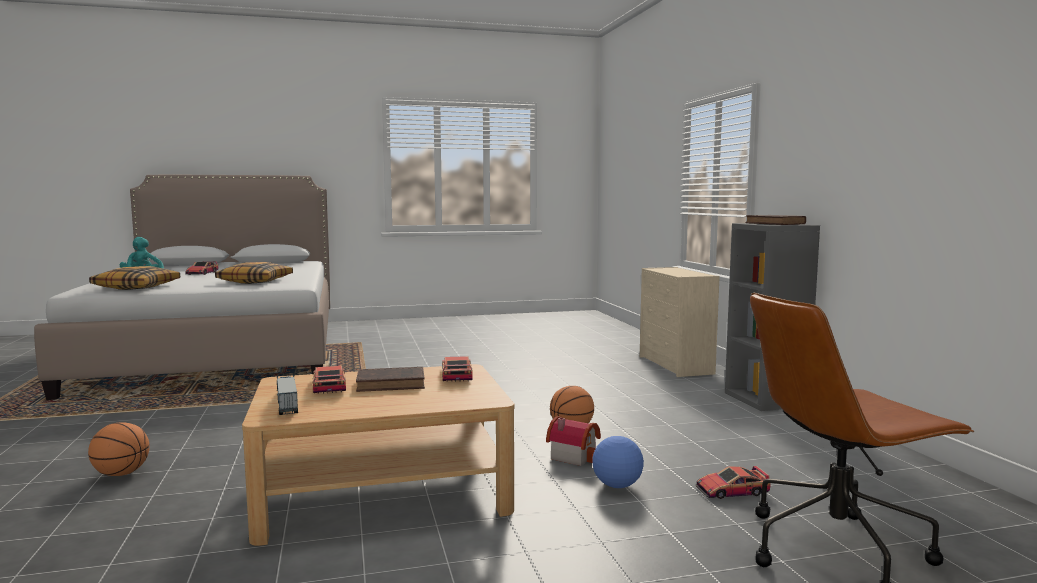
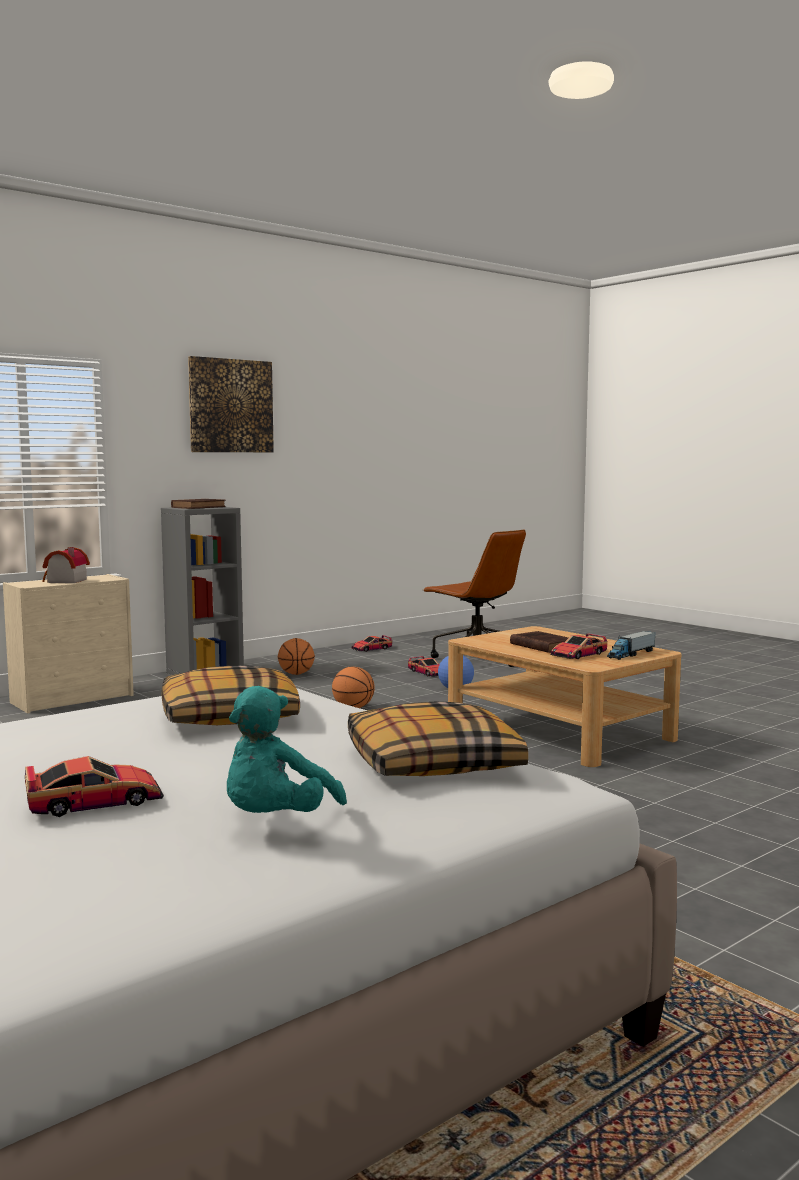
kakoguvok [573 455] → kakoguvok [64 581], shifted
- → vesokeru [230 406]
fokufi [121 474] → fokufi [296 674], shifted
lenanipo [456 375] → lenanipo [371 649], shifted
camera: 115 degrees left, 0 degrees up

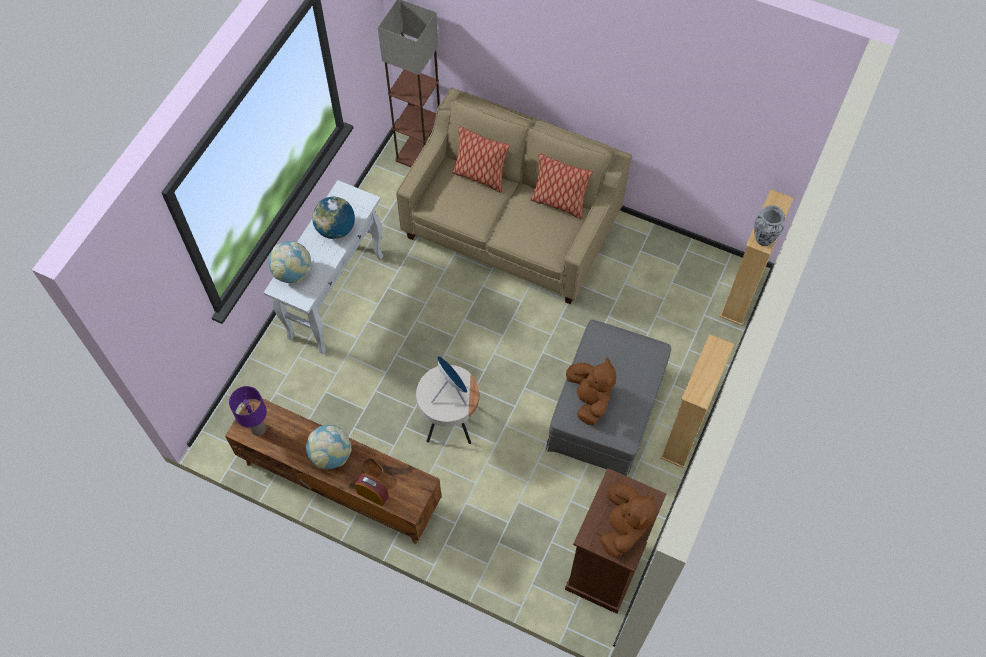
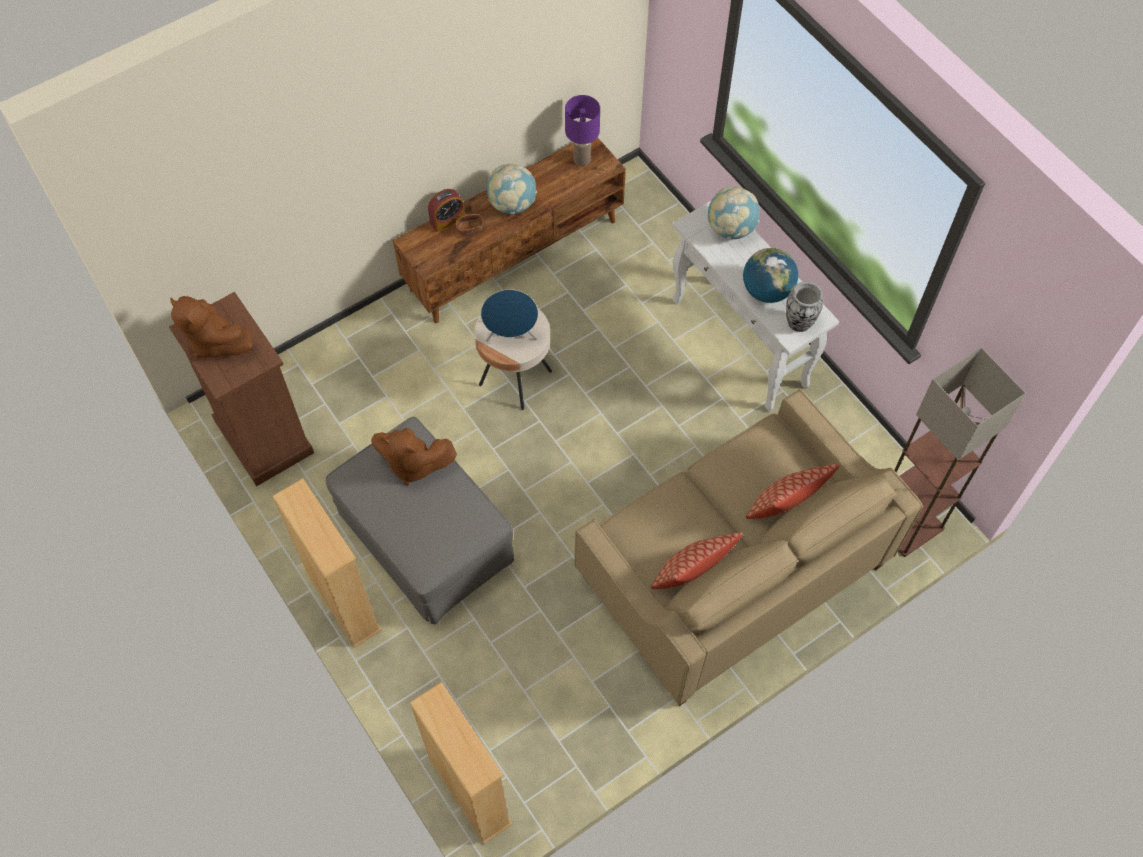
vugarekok [763 239] → vugarekok [799 324], shifted
camera: 120 degrees right, 0 degrees up

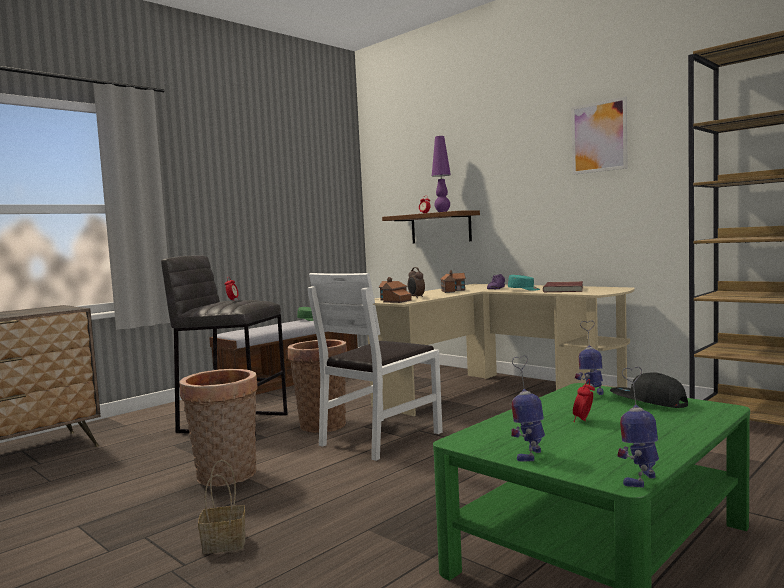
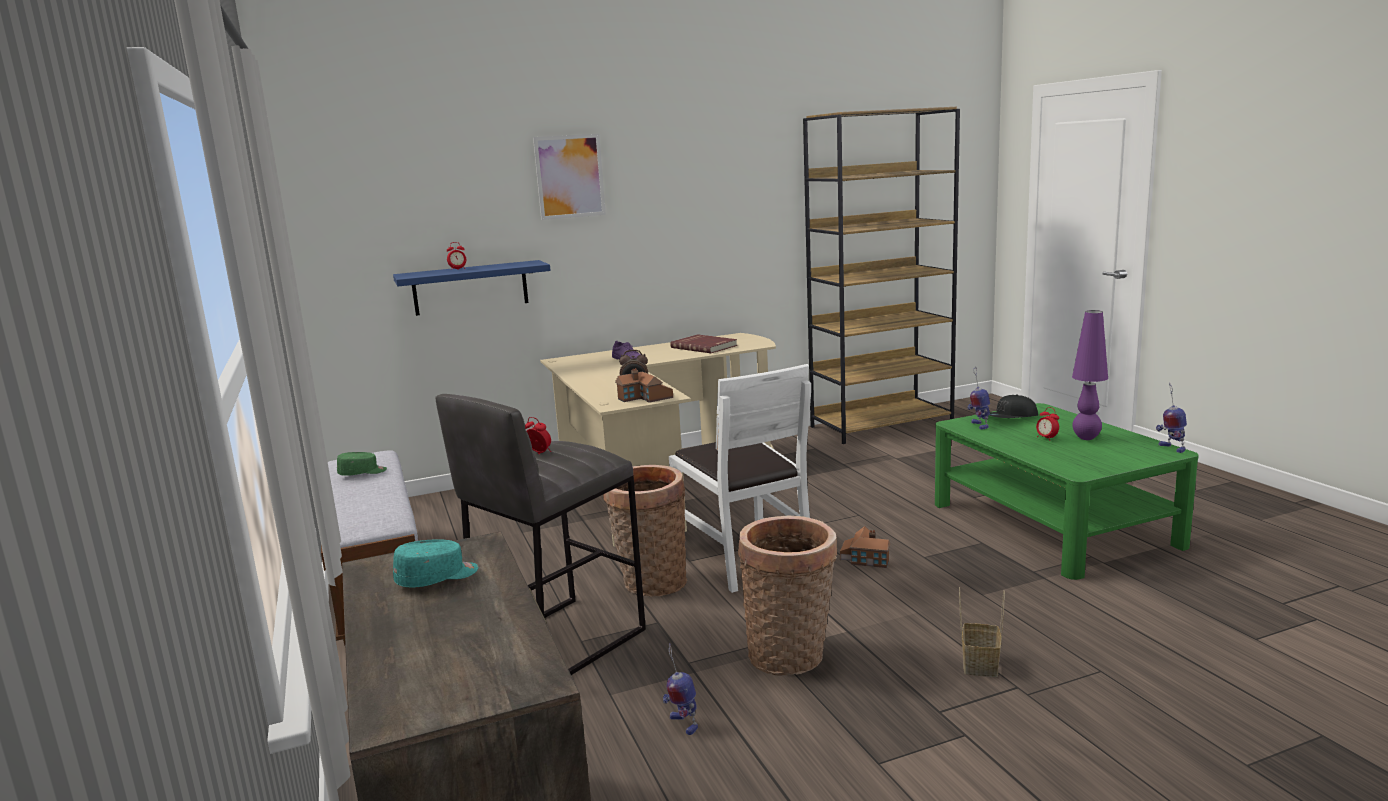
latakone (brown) [440 228] → latakone (blue) [470 288]
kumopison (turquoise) [523 289] → kumopison (turquoise) [437 578], shifted
vesokeru [599 137] → vesokeru [569 176], shifted
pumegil [529 454] → pumegil [683 724], shifted
kakoguvok [453 290] → kakoguvok [864 558], shifted
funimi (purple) [442 212] → funimi (purple) [1086 438], shifted
camera: 65 degrees left, 10 degrees up

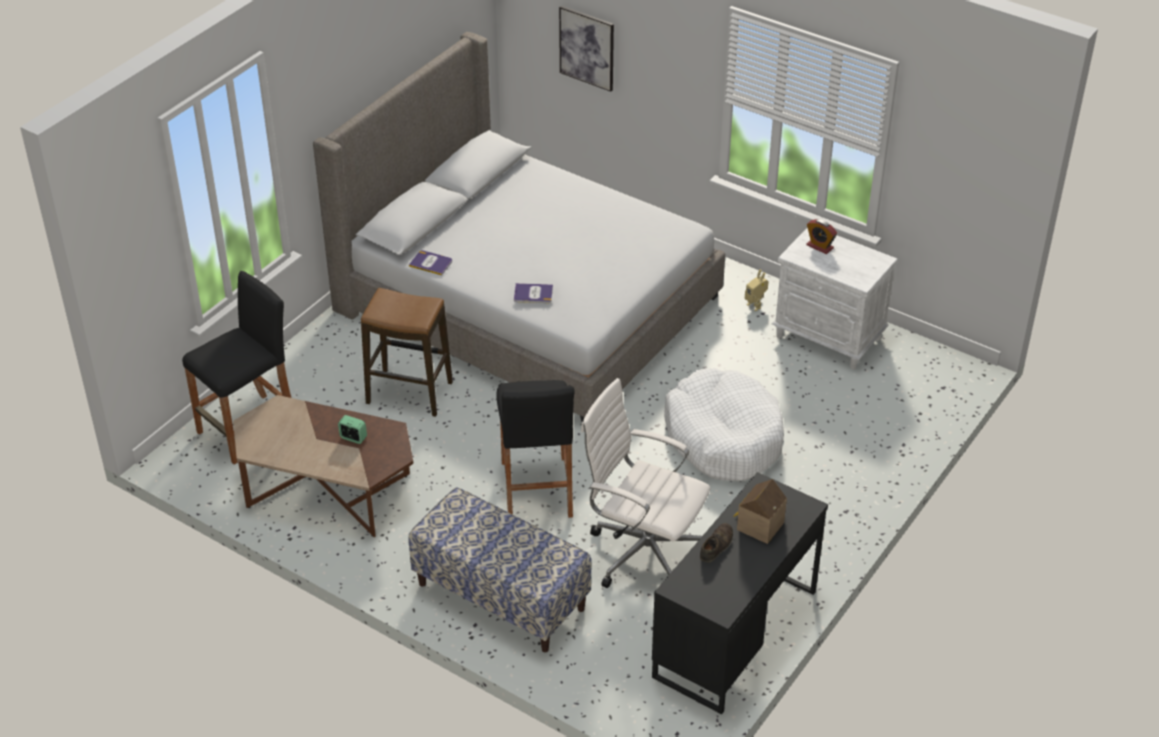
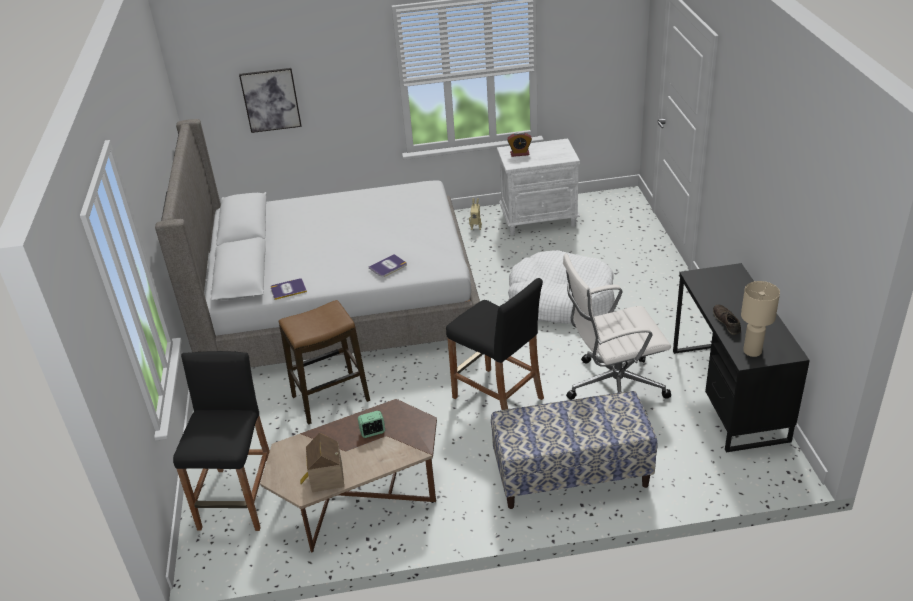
kakoguvok [758 525] → kakoguvok [325 478], shifted
- → funimi (beige) [752 351]
camera: 40 degrees left, 5 degrees down

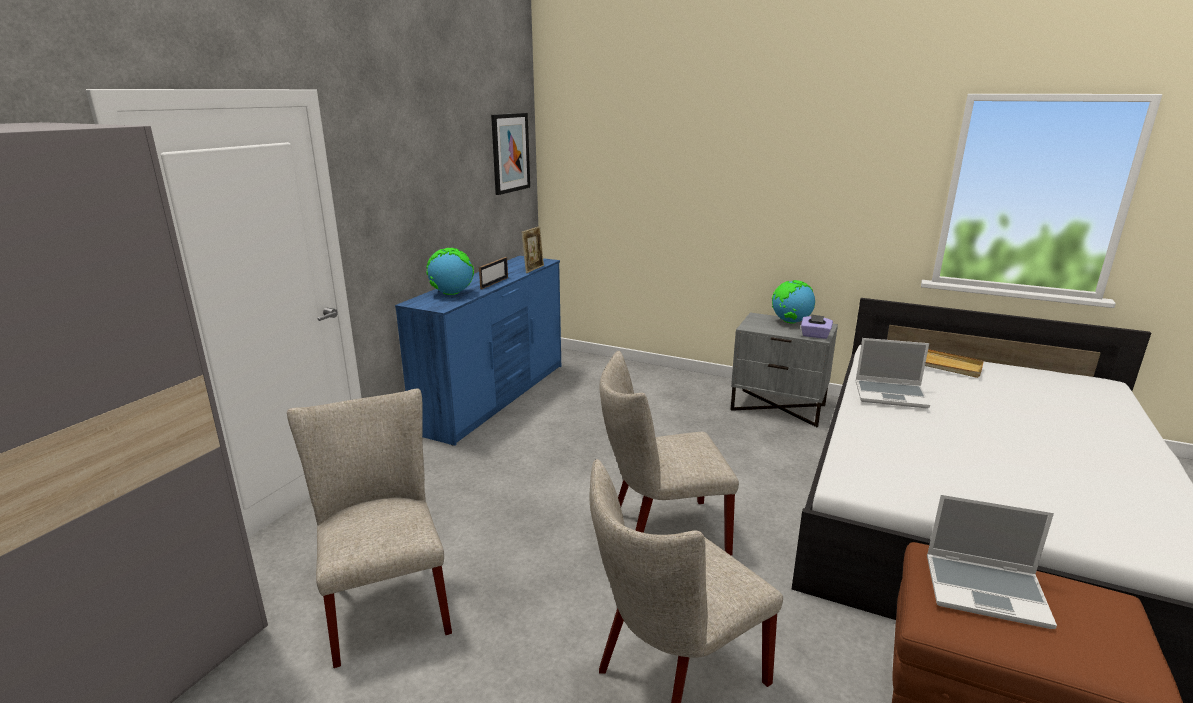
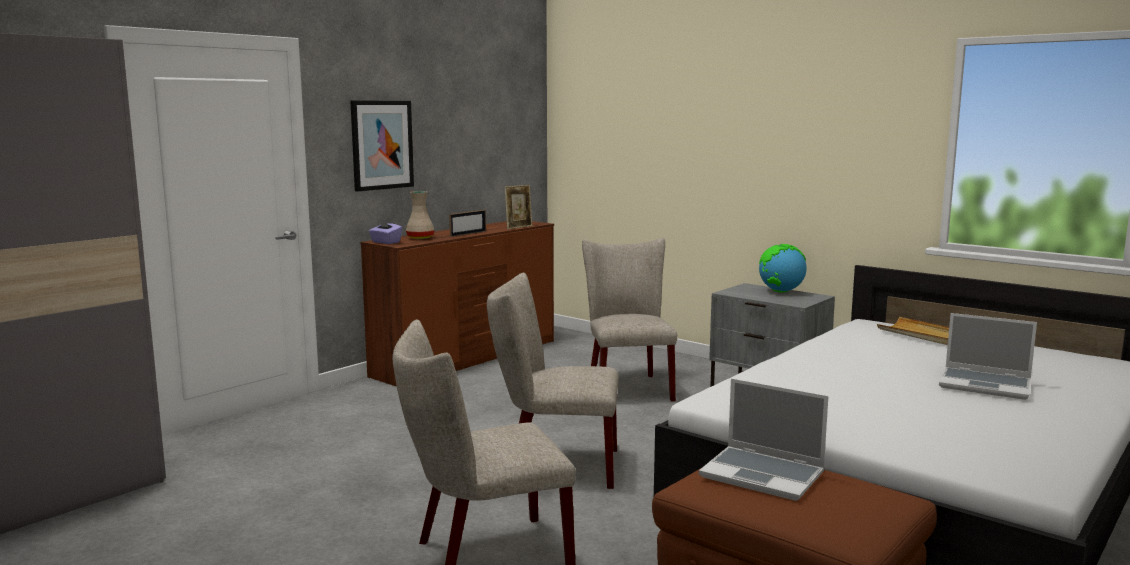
vesokeru [510 153] → vesokeru [382 145], shifted
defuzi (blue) [495 397] → defuzi (brown) [468 358]
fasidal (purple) [815 335] → fasidal (purple) [385 242], shifted
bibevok [451 293] → vugarekok (beige) [419 238]
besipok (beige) [386 601] → besipok (beige) [627 387], shifted
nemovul [891 395] → nemovul [986 385], shifted
camera: 15 degrees right, 10 degrees down

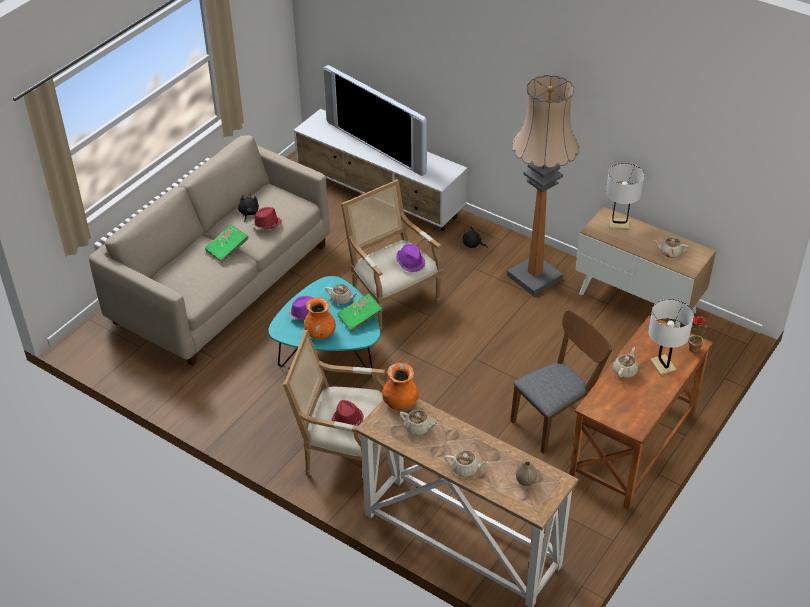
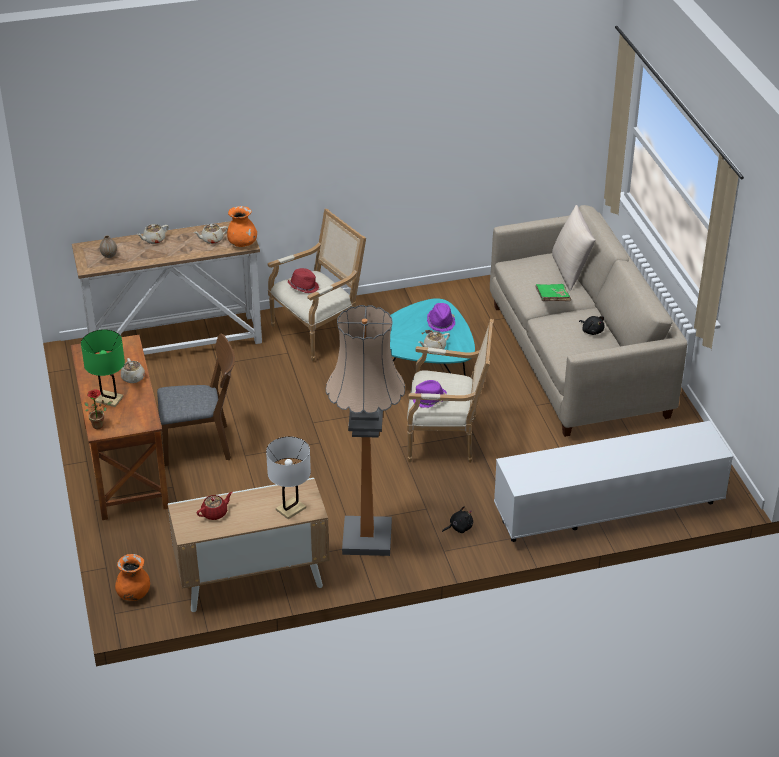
funimi (white) [662 365] → funimi (green) [109 399]
vugarekok (orange) [320 333] → vugarekok (orange) [134 594], shifted
besipok (brown) [557 420] → besipok (brown) [202 445], 105 degrees counterclockwise
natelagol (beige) [669 252] → natelagol (red) [215 513]
- → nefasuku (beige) [570 272]
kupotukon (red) [266 225] → -
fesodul [378 146] → -
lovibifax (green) [360 318] → -
camera: 130 degrees right, 5 degrees down

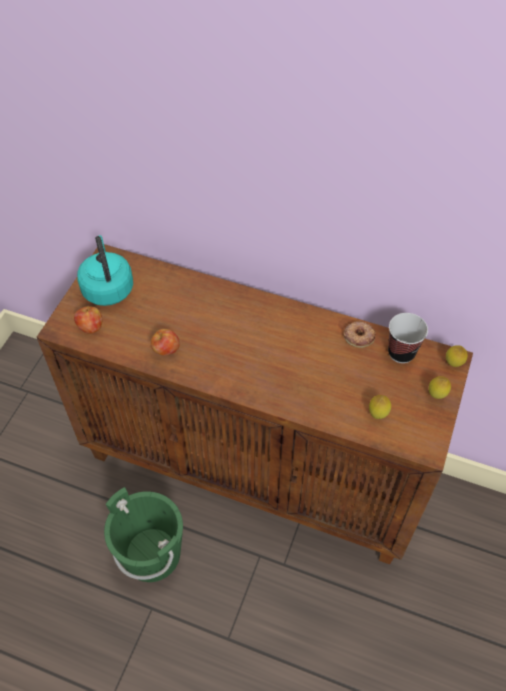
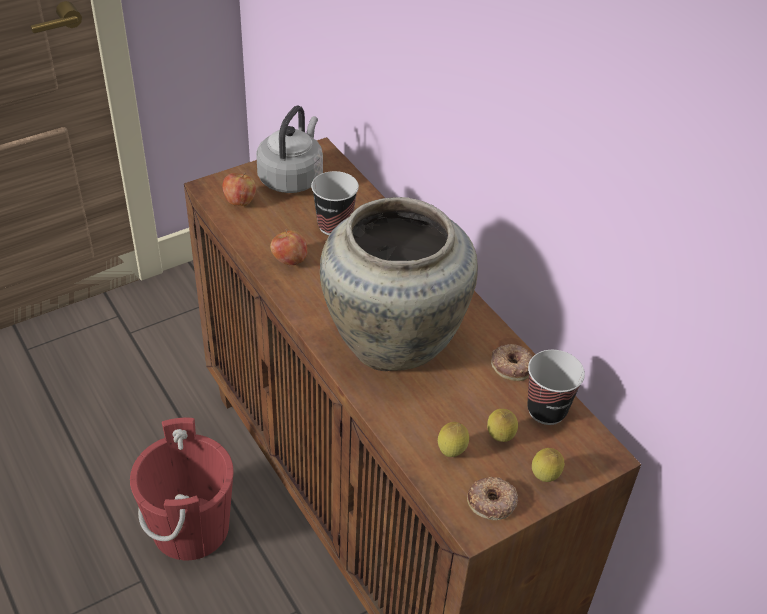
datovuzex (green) [151 553] → datovuzex (red) [190 527]
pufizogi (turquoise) [107 287] → pufizogi (grey) [292 177]
- → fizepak [334 226]
- → vugarekok (beige) [394 337]
- → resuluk [492 502]
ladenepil [453 364] → ladenepil [499 439], shifted
camera: 35 degrees right, 10 degrees down

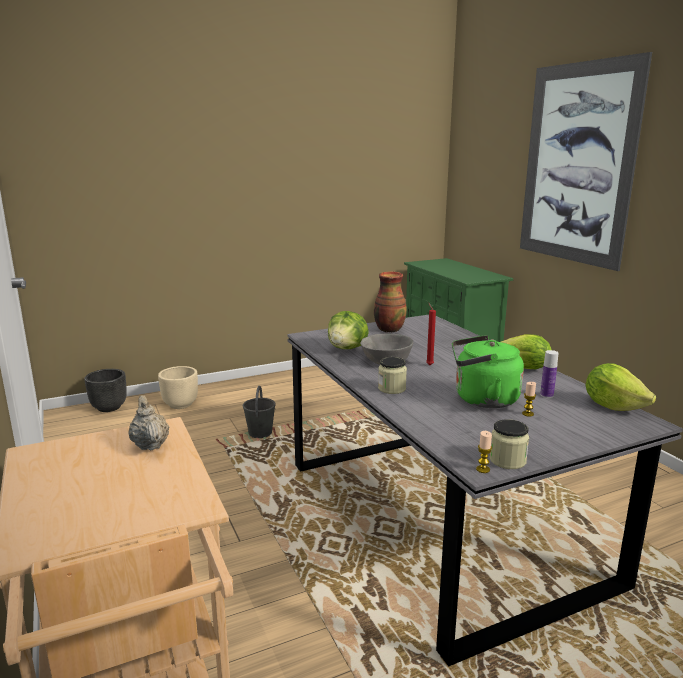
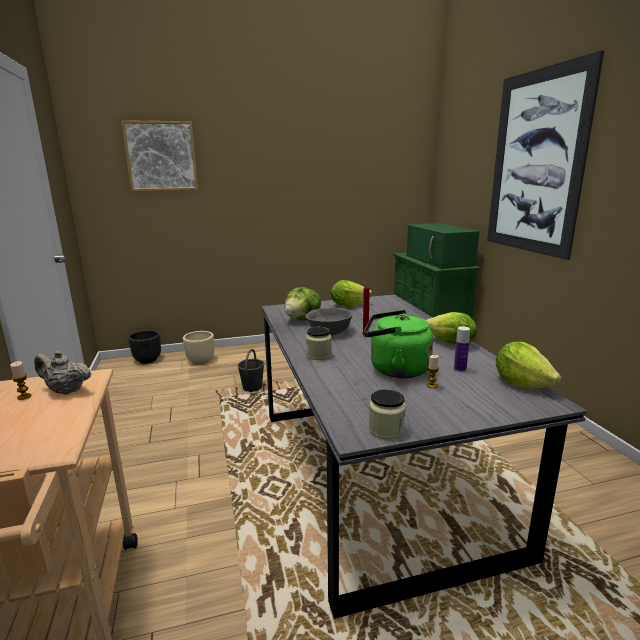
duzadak [483 469] → duzadak [24 396], shifted
natelagol (beige) [150 445] → natelagol (beige) [66 391], 60 degrees counterclockwise
- → vesokeru [161 156]
vugarekok [388 329] → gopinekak [348 305]
- → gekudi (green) [440 260]
camera: 10 degrees right, 0 degrees up

